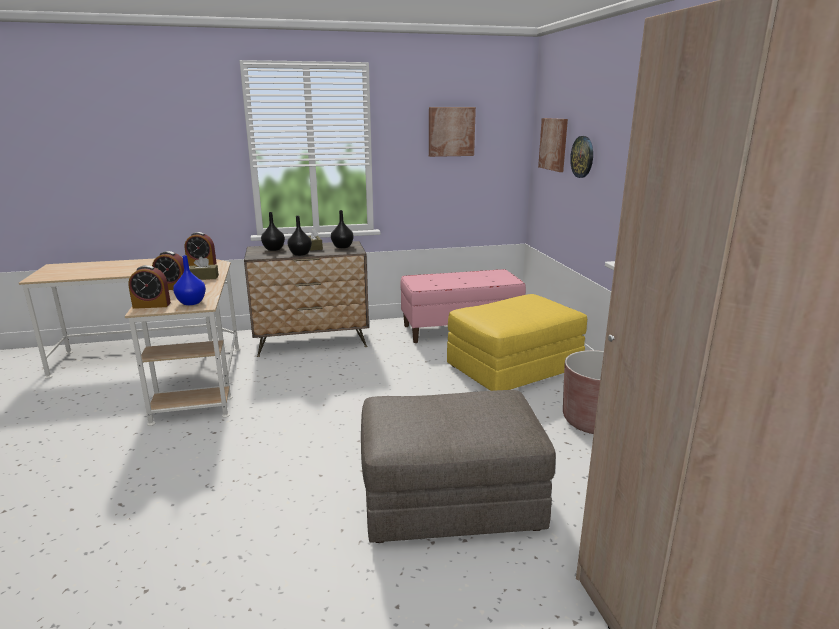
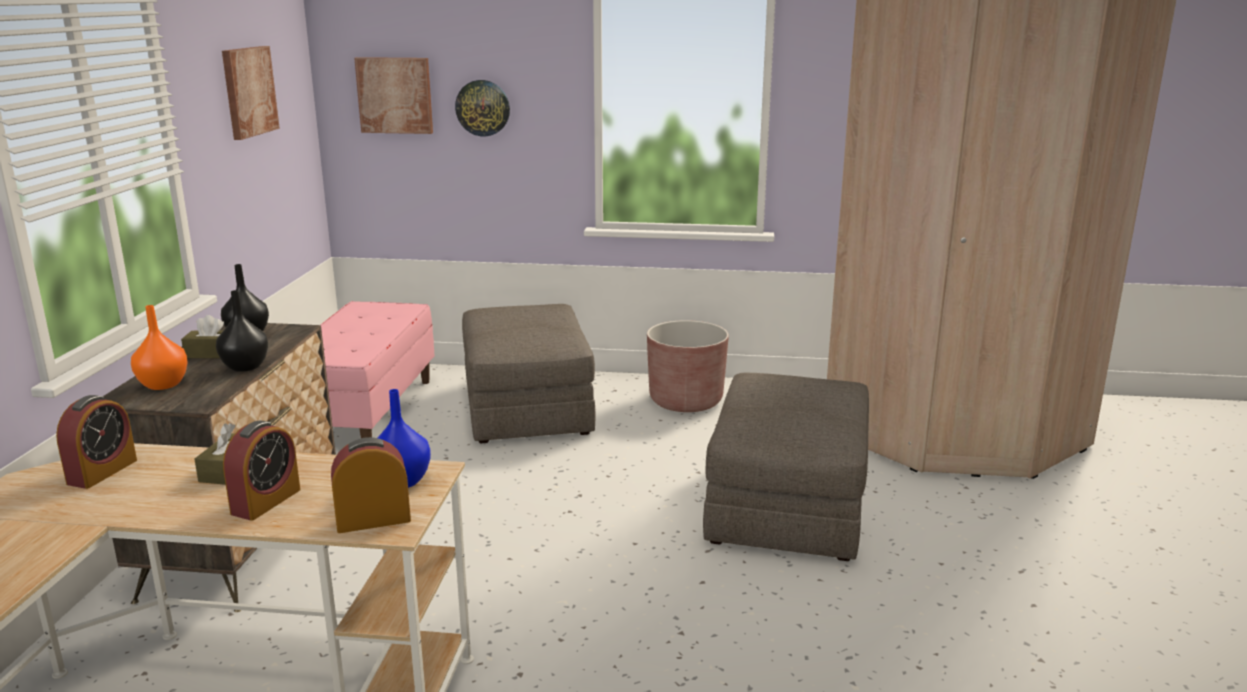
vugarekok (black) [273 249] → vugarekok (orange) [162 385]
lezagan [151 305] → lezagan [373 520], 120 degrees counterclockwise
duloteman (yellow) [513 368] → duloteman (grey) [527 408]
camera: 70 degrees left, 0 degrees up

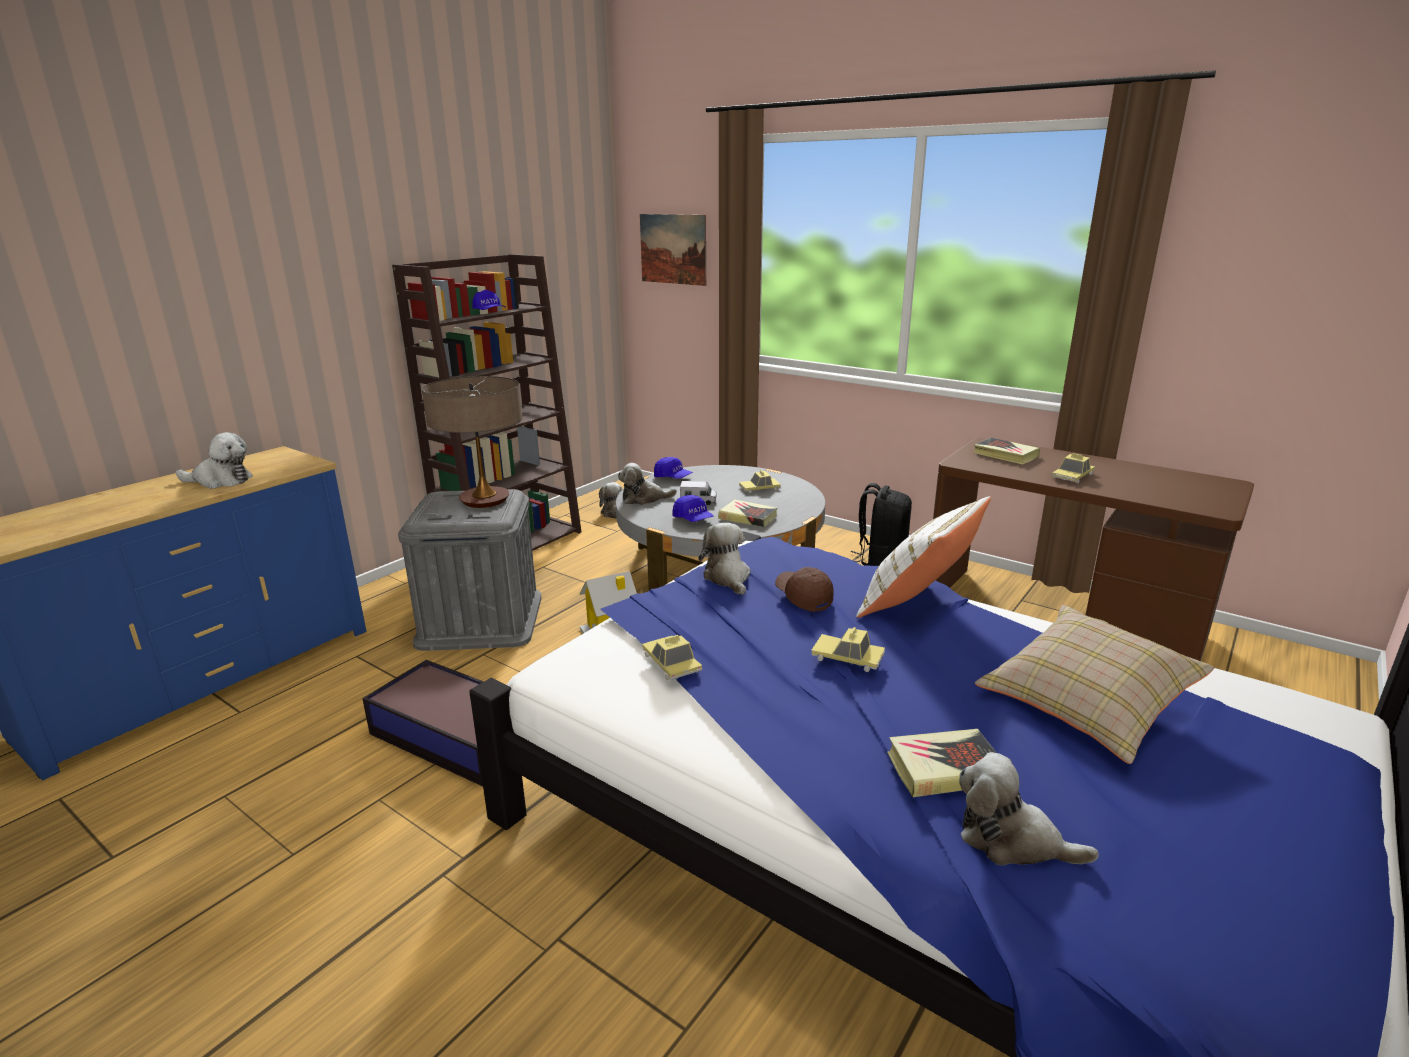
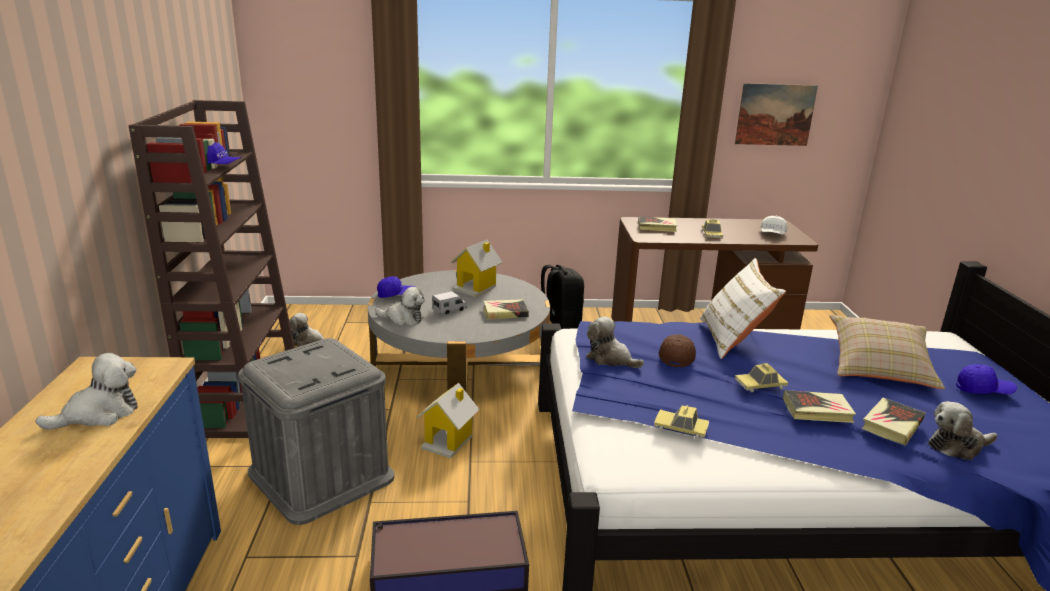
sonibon [644 499] → sonibon [403 319], 120 degrees counterclockwise
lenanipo [759 488] → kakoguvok [476 287]
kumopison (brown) [803 597] → kumopison (brown) [677 356], 90 degrees clockwise
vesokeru [673 249] → vesokeru [775 114], shifted
- → kumopison (white) [772 234]
- → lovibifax [817 411]
kumopison (blue) [693 519] → kumopison (blue) [983 390], shifted
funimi [484 500] → -
camera: 40 degrees left, 0 degrees up

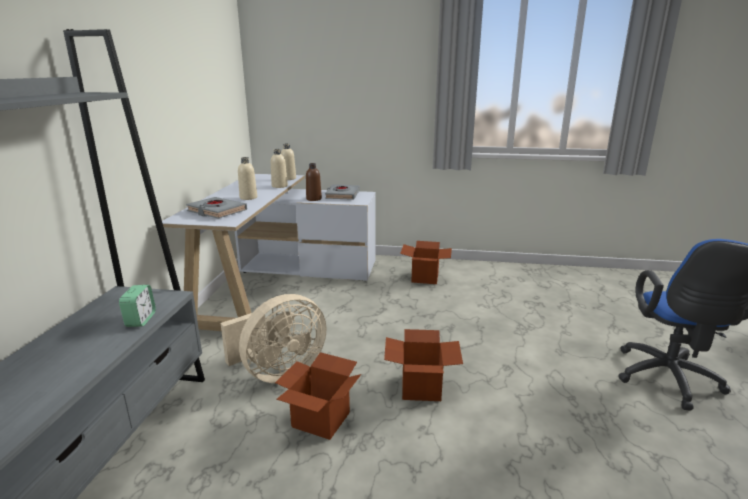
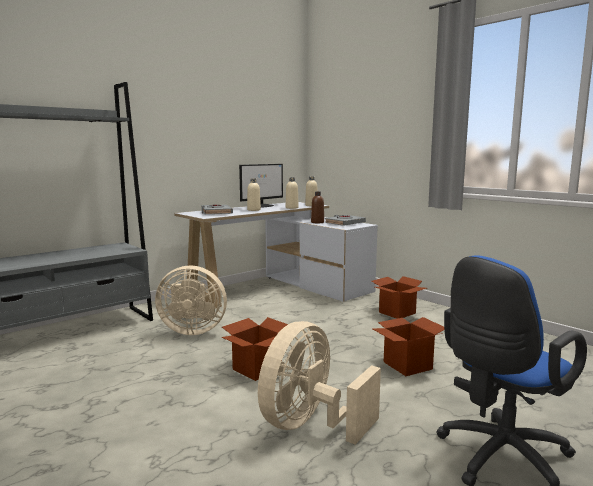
- → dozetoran [261 206]
- → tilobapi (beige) [310 425]
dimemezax [321 419] → dimemezax [408 365], shifted
lezagan [140 320] → -
camera: 40 degrees right, 10 degrees down

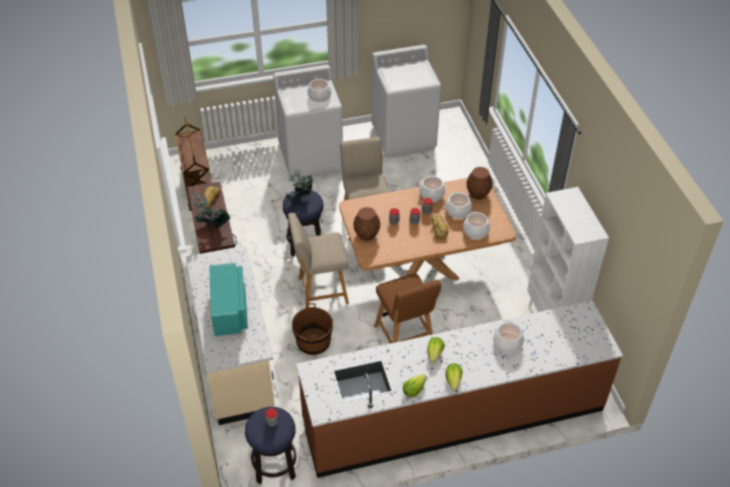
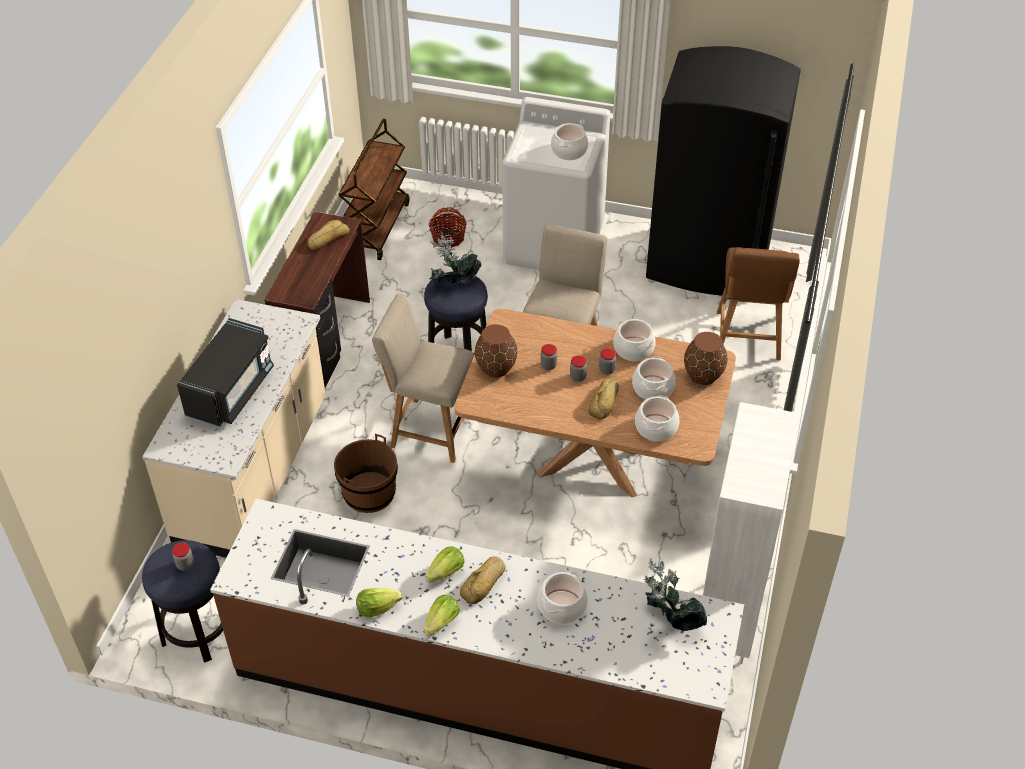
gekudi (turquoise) [229 310] → gekudi (black) [231 391]
- → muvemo [448 238]
- → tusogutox [484 583]
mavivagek [211 227] → mavivagek [669 621], shifted
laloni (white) [404 137] → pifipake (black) [708 263]
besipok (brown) [405 338] → besipok (brown) [748 338], shifted
camera: 30 degrees right, 0 degrees up

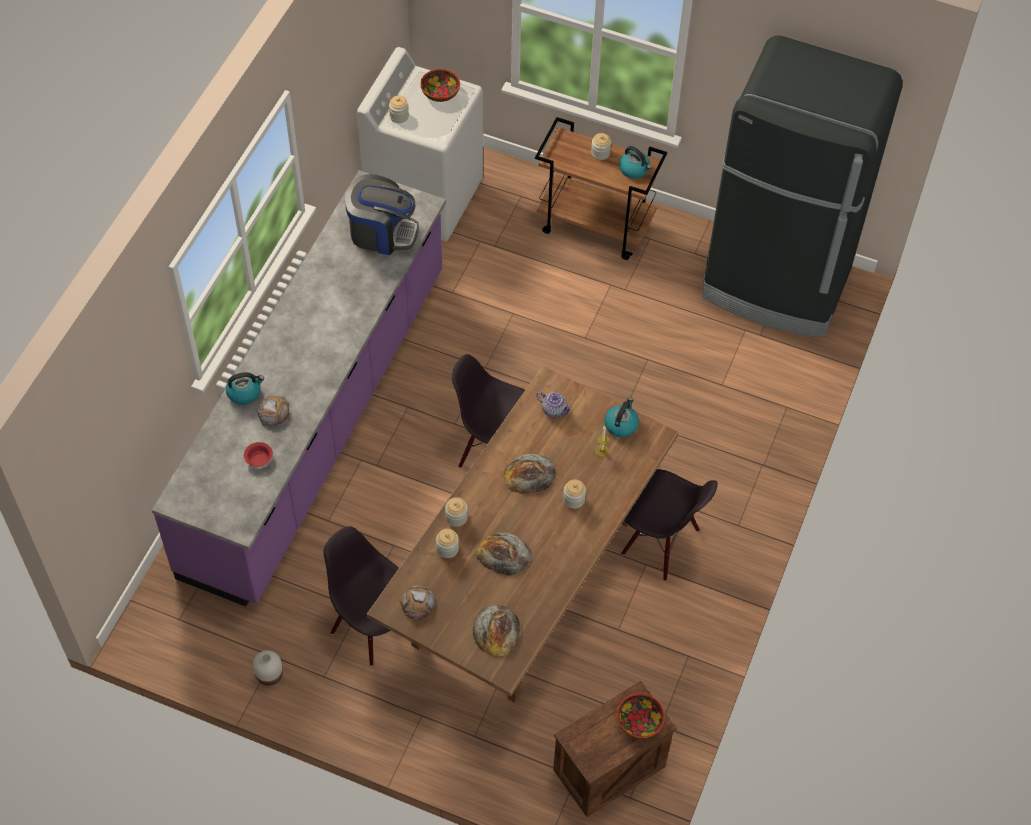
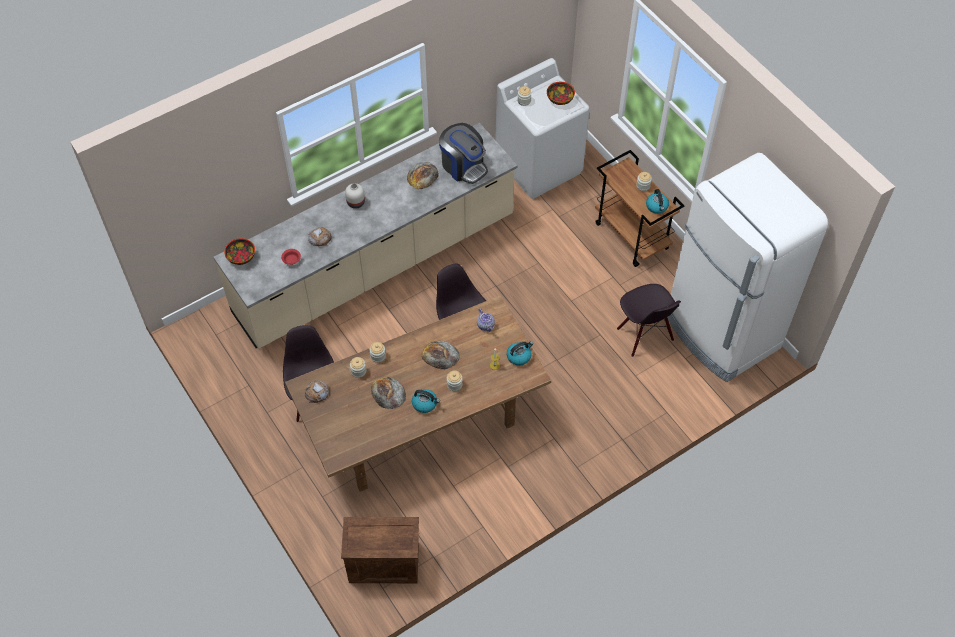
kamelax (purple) [318 421] → kamelax (beige) [375 265]
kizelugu [639 721] → kizelugu [241 256], shifted
vugarekok (white) [270 674] → vugarekok (white) [356 202], shifted
tusogutox [496 630] → tusogutox [422 175], shifted
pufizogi [244 392] → pufizogi [425 403], shifted
besipok (black) [660 543] → besipok (black) [644 335], shifted
pifipake (black) [776 285] → pifipake (white) [721 333]
camera: 35 degrees right, 0 degrees up

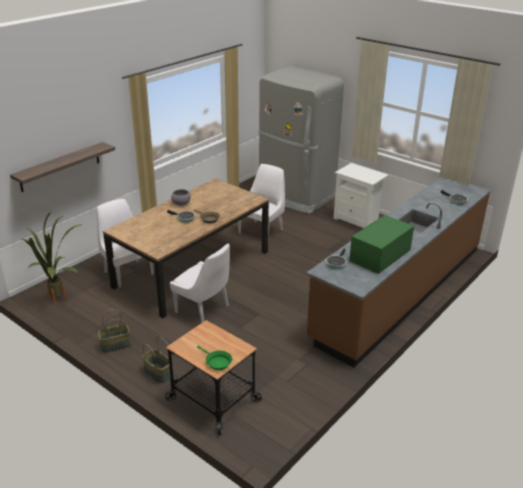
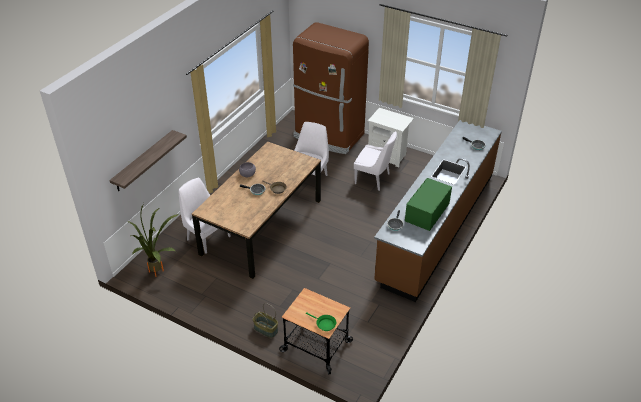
pifipake (grey) [295 196] → pifipake (brown) [328 136]
besipok (white) [203 309] → besipok (white) [373 179], shifted
muvemo [115 345] → -
camera: 10 degrees left, 10 degrees up

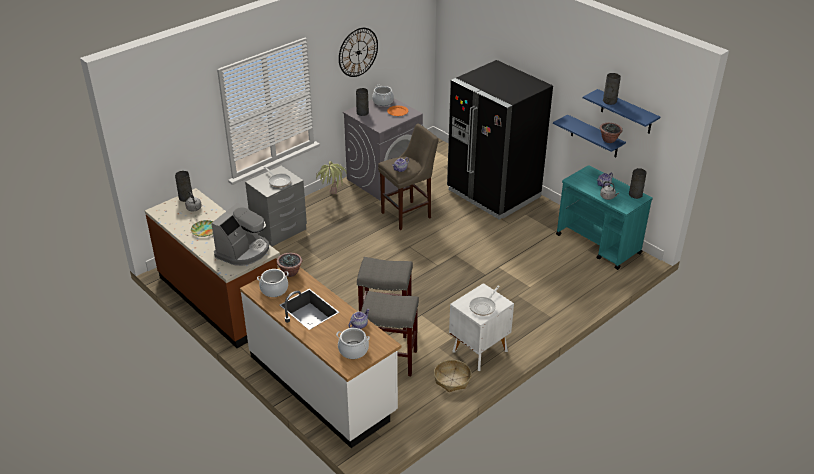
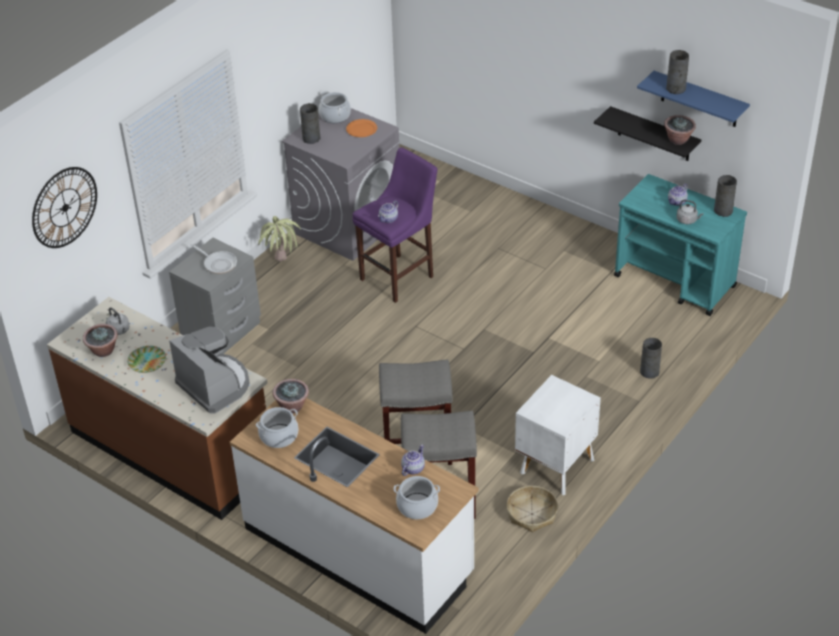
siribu [358 52] → siribu [64 207], shifted
- → mavivagek [103 351]
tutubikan [243 251] → tutubikan [215 385], 60 degrees counterclockwise
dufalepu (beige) [408 214] → dufalepu (purple) [399 276]
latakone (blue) [594 137] → latakone (black) [654 135]
vugarekok (grey) [186 197] → vugarekok (grey) [649 371], shifted
pifipake (black) [493 193] → -
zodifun [483 307] → -
camera: 10 degrees left, 5 degrees up

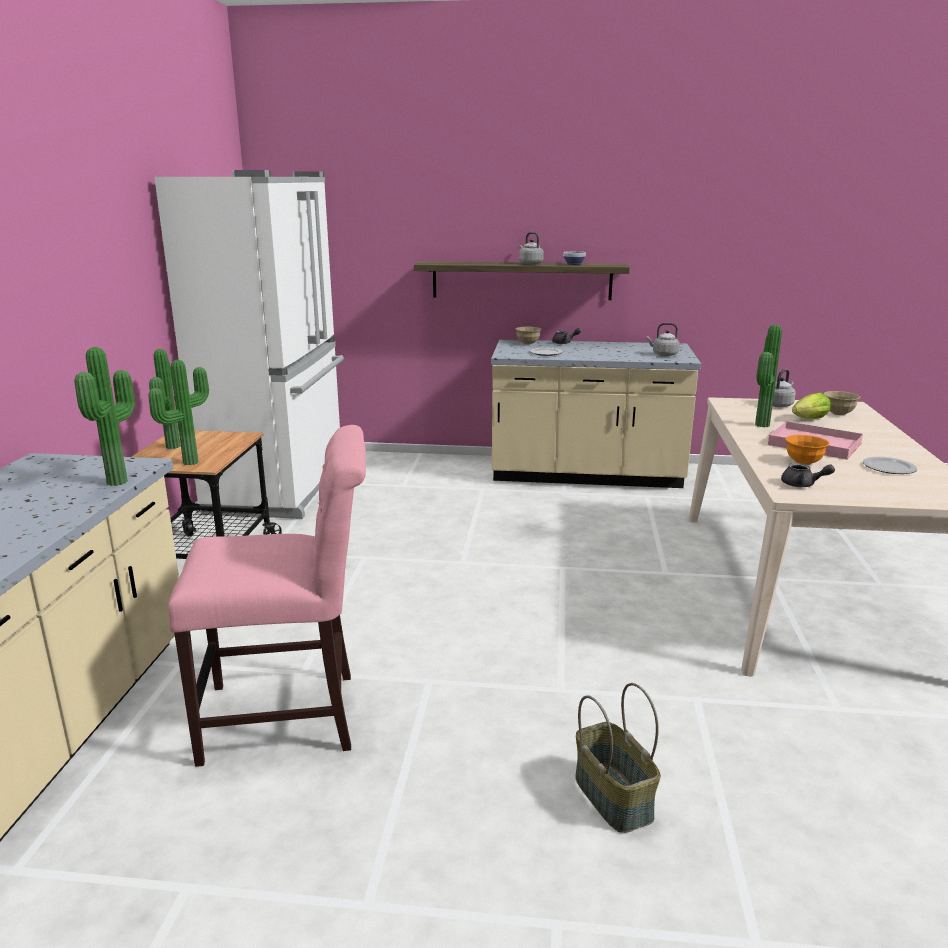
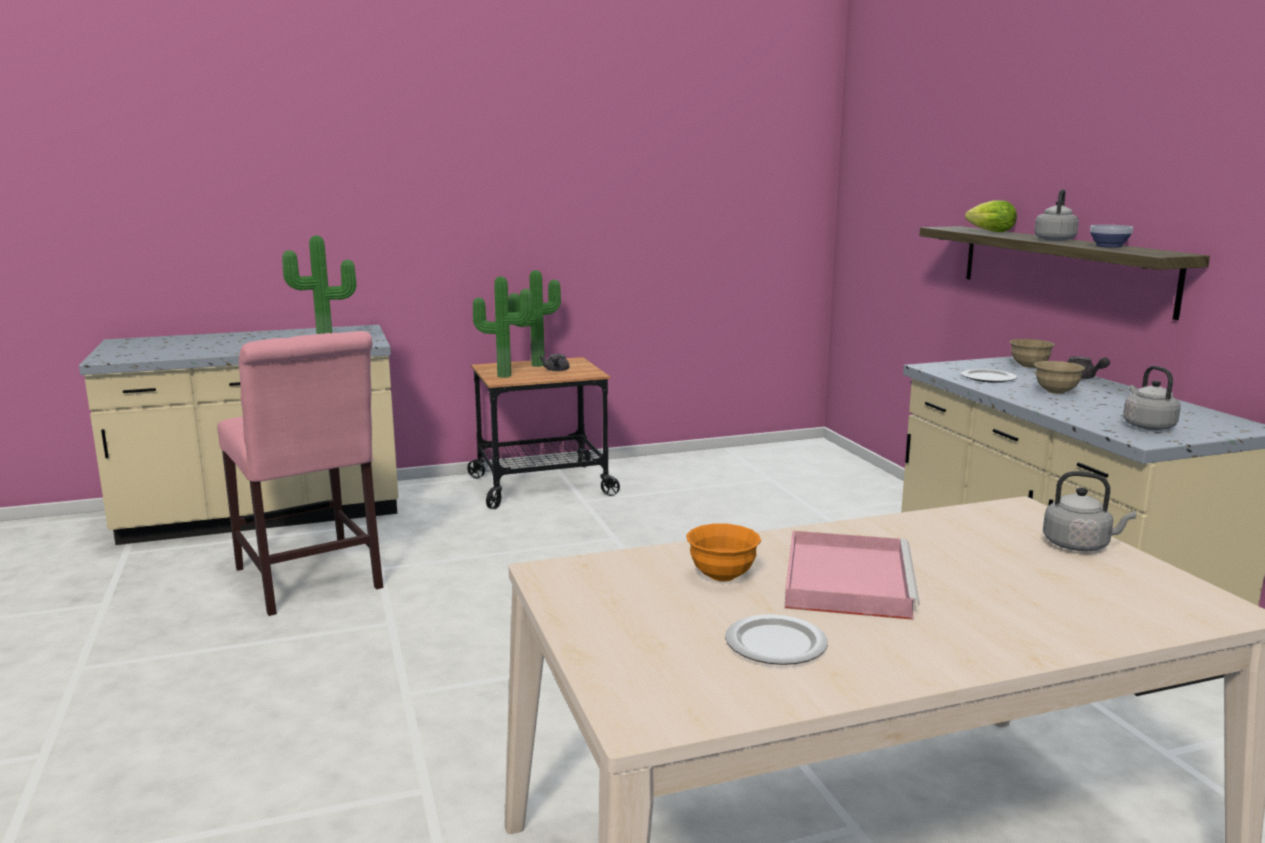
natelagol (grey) [802 485] → natelagol (grey) [556 370], shifted
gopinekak [808 420] → gopinekak [988 231], shifted
kizelugu (beige) [838 413] → kizelugu (beige) [1056 392], shifted
pifipake (white) [282 487] → -
muvemo [614 797] → -
mavivagek [759 425] → -
camera: 65 degrees right, 5 degrees down

